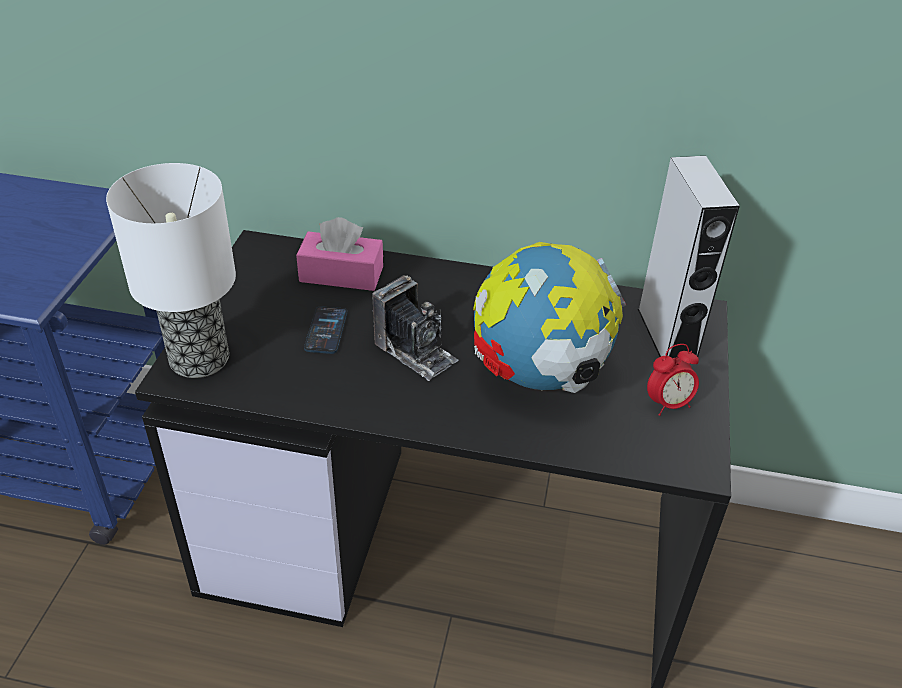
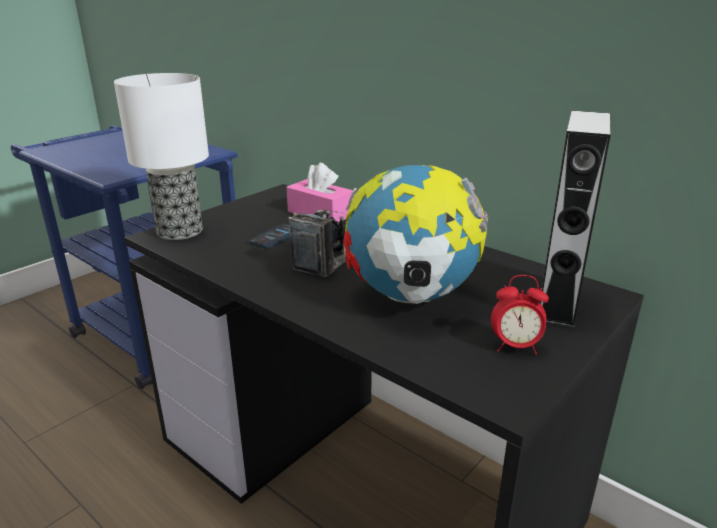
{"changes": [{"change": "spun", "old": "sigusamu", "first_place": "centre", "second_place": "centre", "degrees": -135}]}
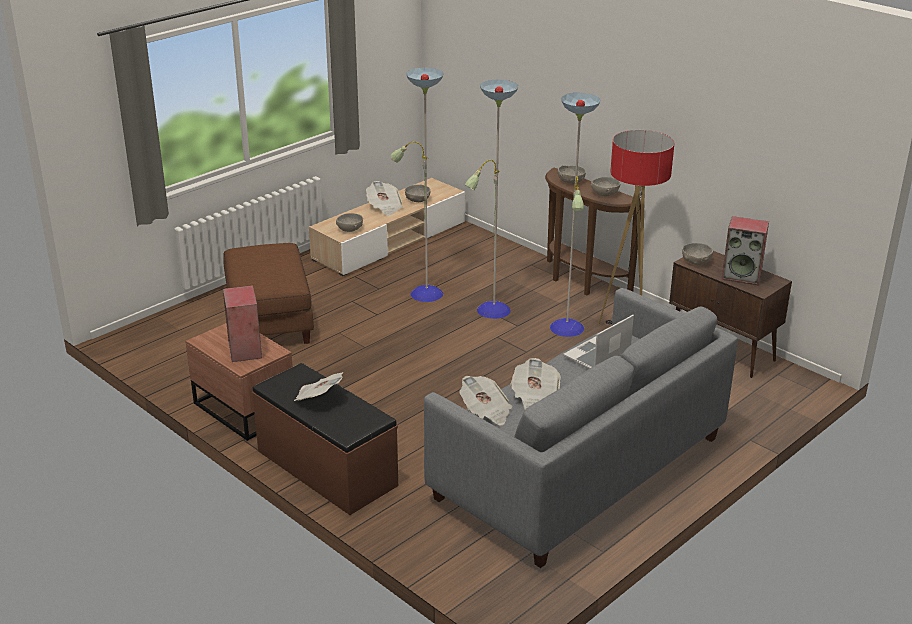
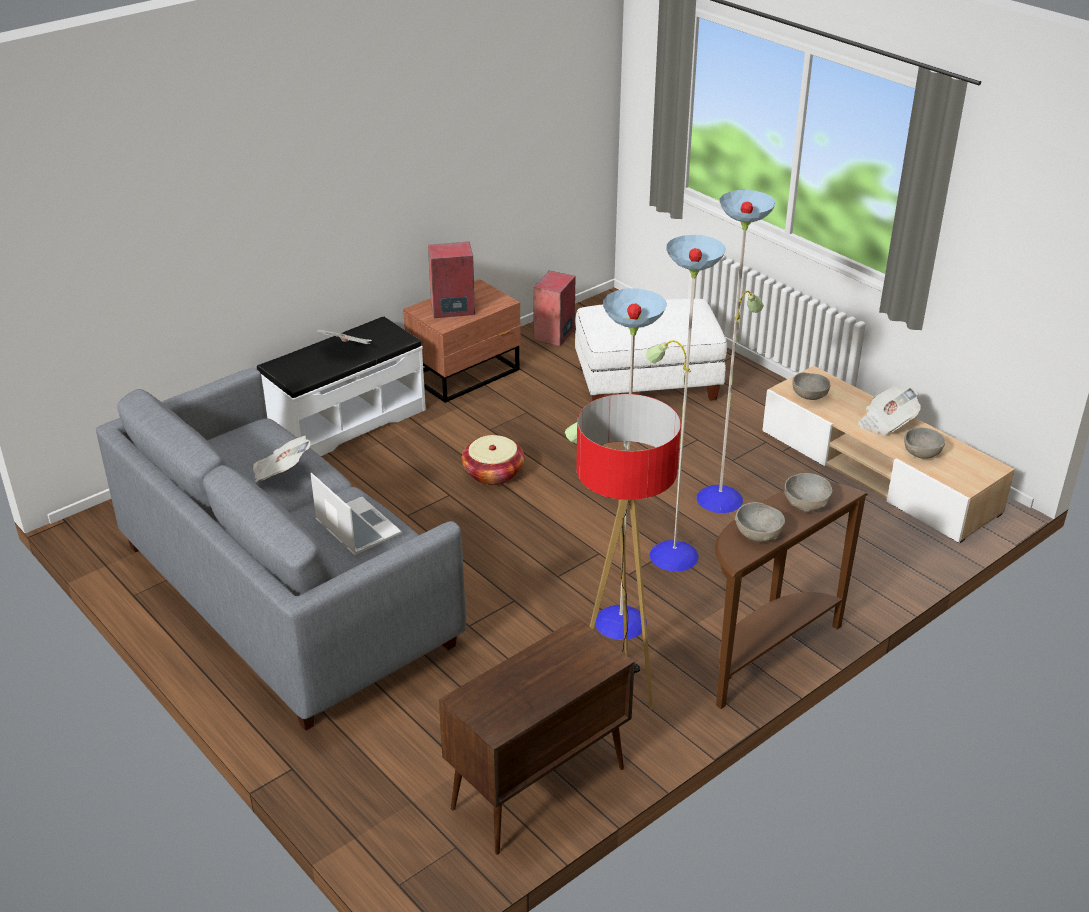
{"changes": [{"change": "relocated", "old": "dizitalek (no. 2 from left)", "first_place": "middle right", "second_place": "centre"}, {"change": "colour", "old": "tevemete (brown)", "new": "tevemete (white)", "first_place": "middle left", "second_place": "centre"}, {"change": "missing", "old": "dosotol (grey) (no. 5 from left)", "first_place": "middle right"}, {"change": "colour", "old": "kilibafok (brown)", "new": "kilibafok (white)", "first_place": "bottom centre", "second_place": "middle left"}, {"change": "missing", "old": "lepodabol (no. 3 from left)", "first_place": "centre"}, {"change": "appeared", "new": "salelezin", "second_place": "centre"}]}
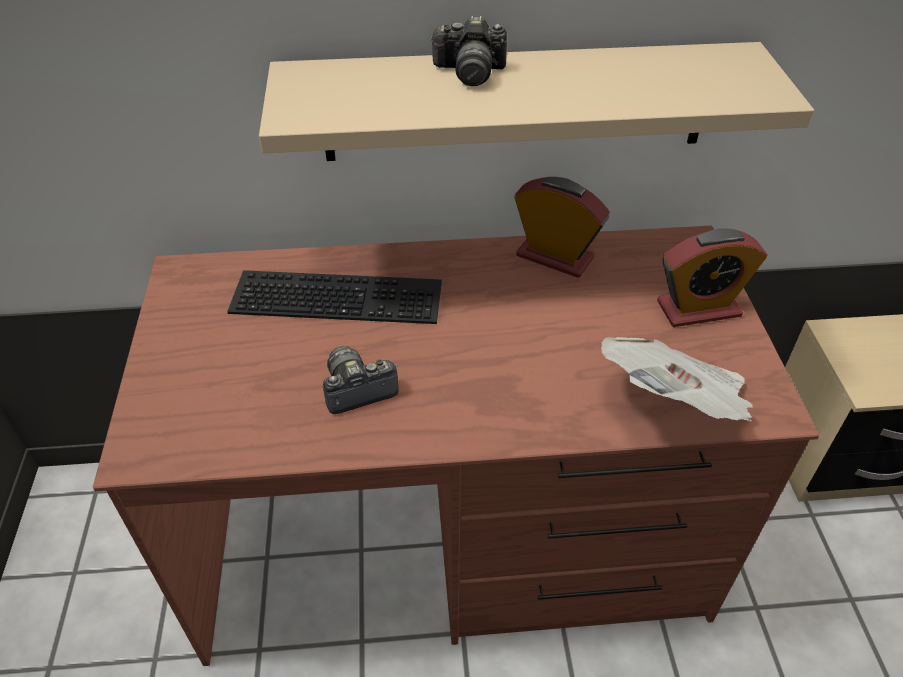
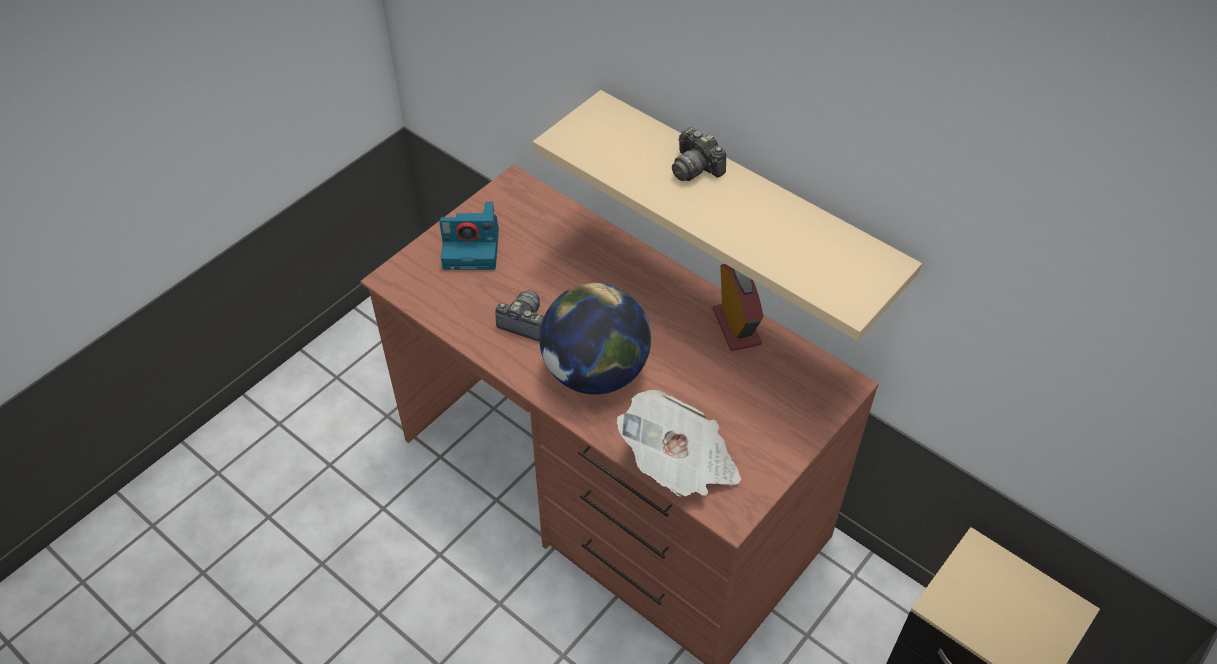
{"changes": [{"change": "missing", "old": "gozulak (no. 2 from left)", "first_place": "middle right"}, {"change": "missing", "old": "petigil", "first_place": "centre"}, {"change": "appeared", "new": "sigusamu (no. 1 from left)", "second_place": "centre"}, {"change": "appeared", "new": "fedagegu", "second_place": "centre"}]}
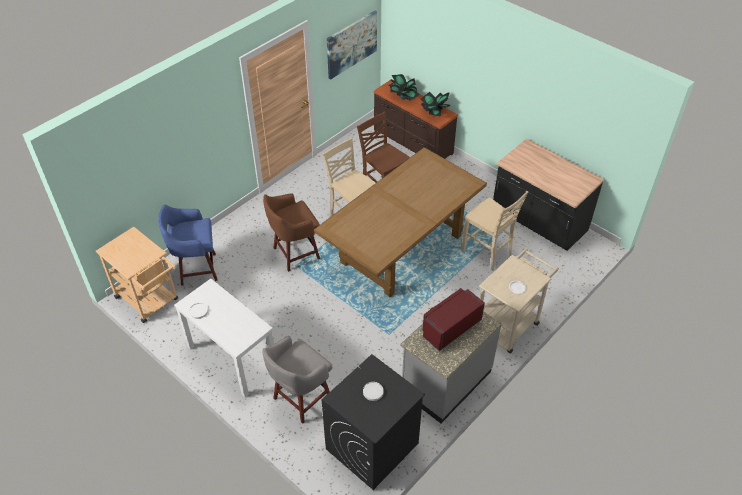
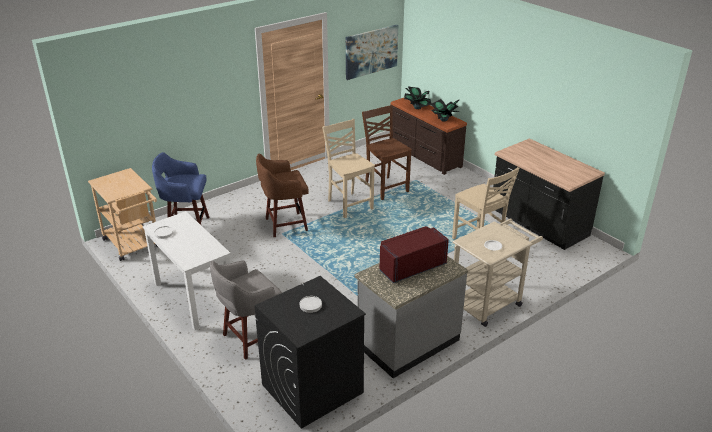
{"changes": [{"change": "missing", "old": "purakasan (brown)", "first_place": "centre"}]}
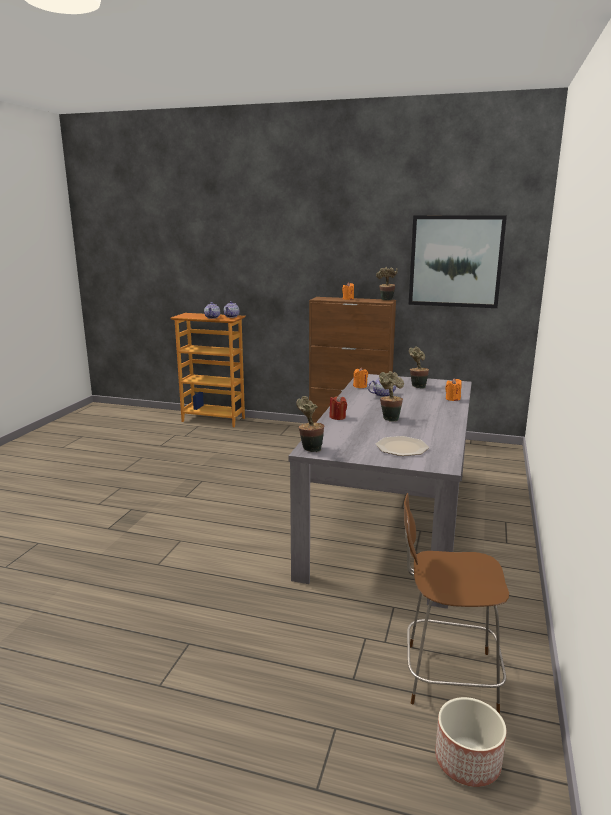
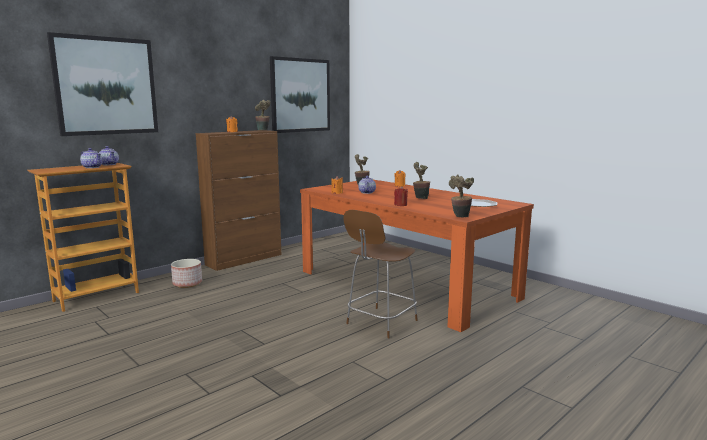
{"changes": [{"change": "colour", "old": "purakasan (grey)", "new": "purakasan (orange)", "first_place": "centre", "second_place": "centre"}, {"change": "relocated", "old": "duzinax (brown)", "first_place": "bottom right", "second_place": "centre"}, {"change": "relocated", "old": "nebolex", "first_place": "bottom right", "second_place": "middle left"}, {"change": "appeared", "new": "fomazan (no. 1 from left)", "second_place": "top left"}]}
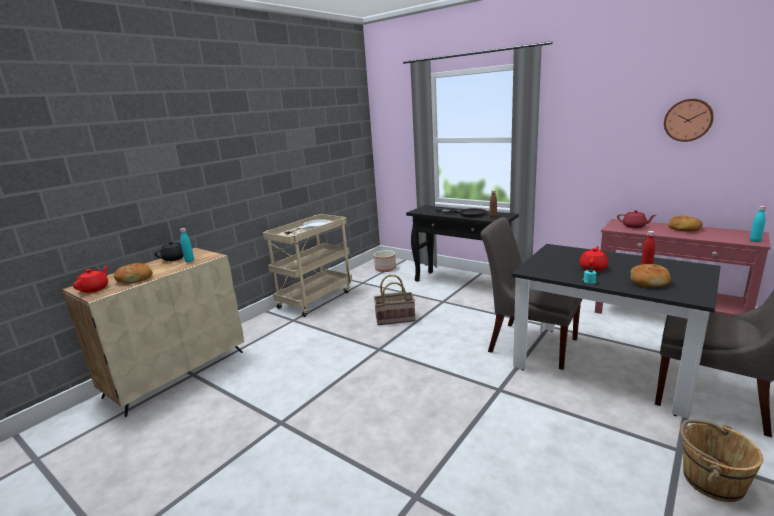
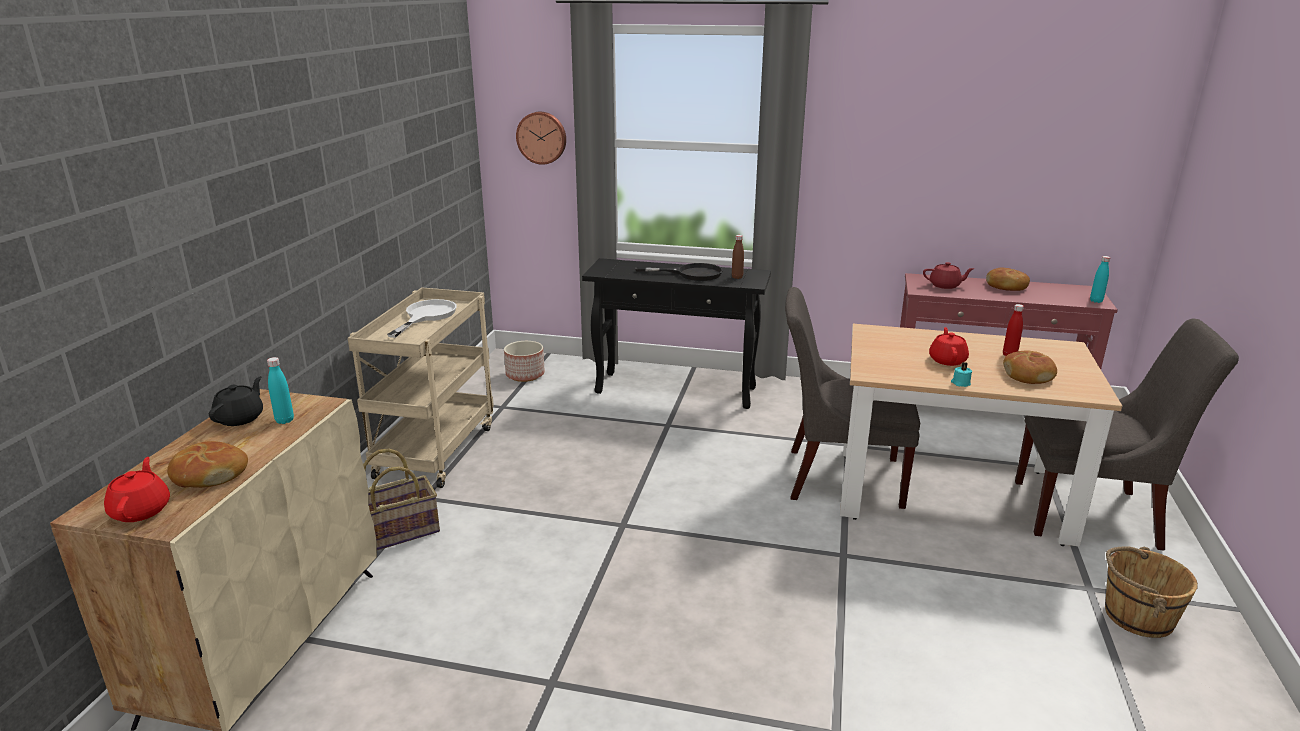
{"changes": [{"change": "relocated", "old": "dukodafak", "first_place": "top right", "second_place": "top centre"}, {"change": "colour", "old": "purakasan (black)", "new": "purakasan (beige)", "first_place": "middle right", "second_place": "middle right"}, {"change": "relocated", "old": "salelezin", "first_place": "centre", "second_place": "bottom left"}]}
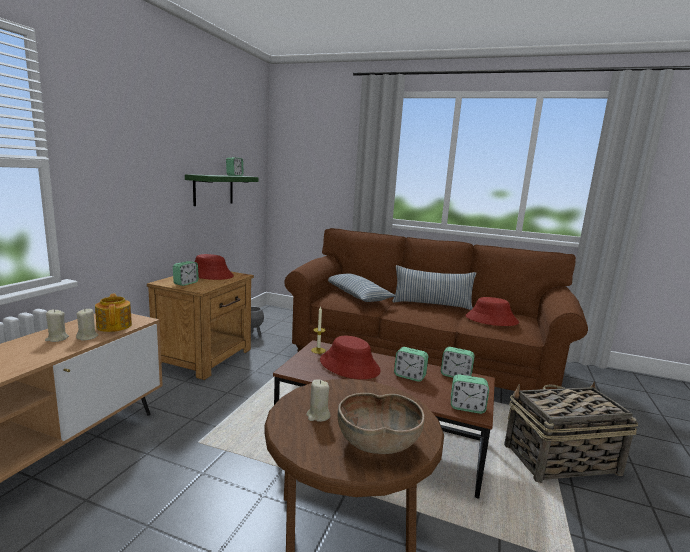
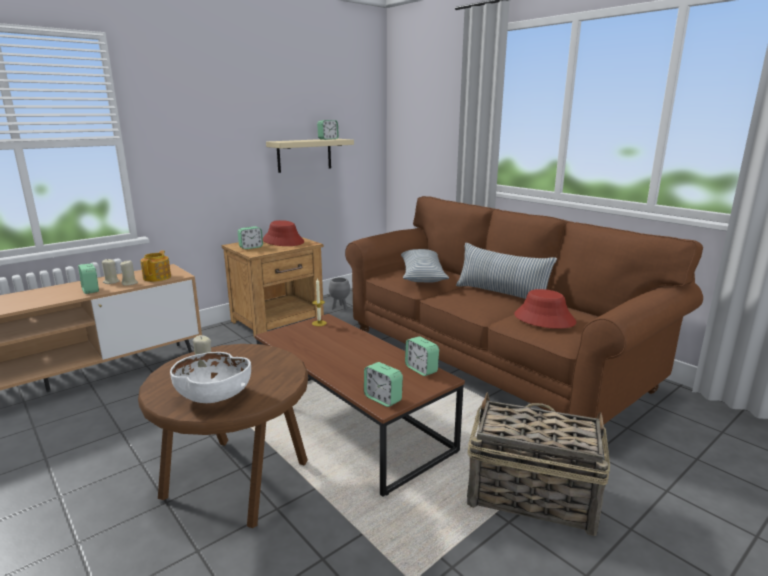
{"changes": [{"change": "colour", "old": "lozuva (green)", "new": "lozuva (beige)", "first_place": "middle left", "second_place": "top centre"}, {"change": "missing", "old": "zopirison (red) (no. 2 from left)", "first_place": "centre"}, {"change": "relocated", "old": "gozulak (no. 3 from left in the first image)", "new": "gozulak (no. 1 from left)", "first_place": "centre", "second_place": "middle left"}, {"change": "colour", "old": "dosotol (brown)", "new": "dosotol (white)", "first_place": "bottom centre", "second_place": "middle left"}]}
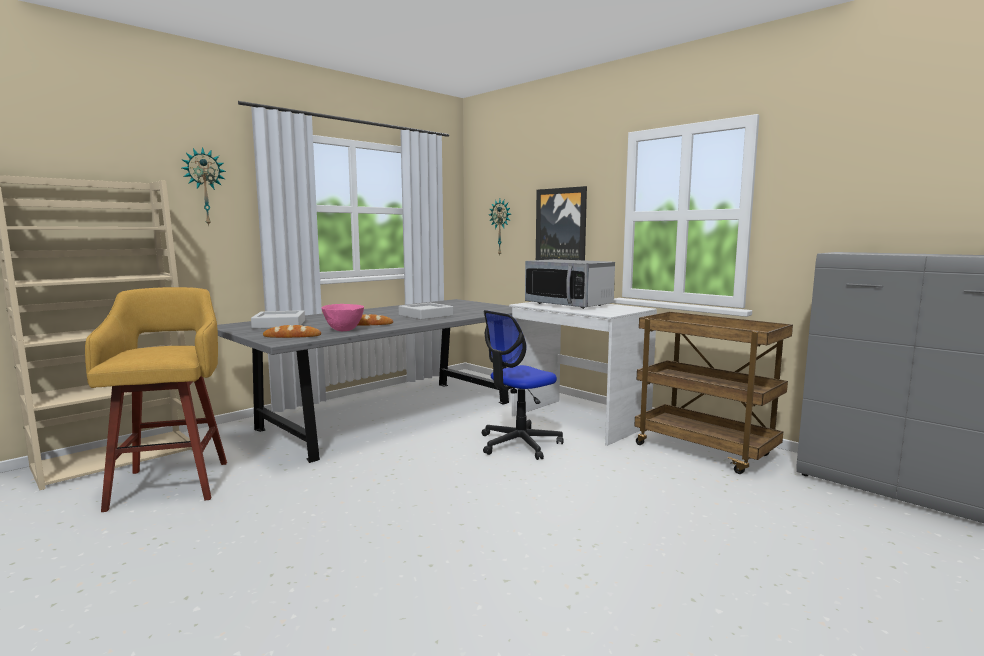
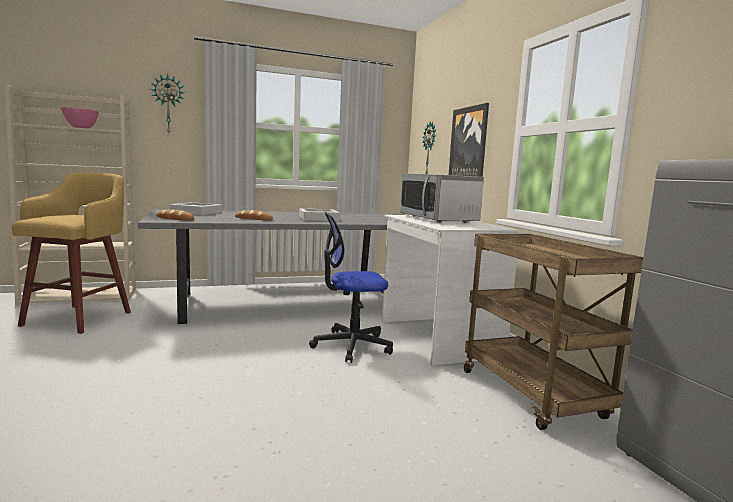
{"changes": [{"change": "relocated", "old": "dosotol (pink)", "first_place": "centre", "second_place": "top left"}]}
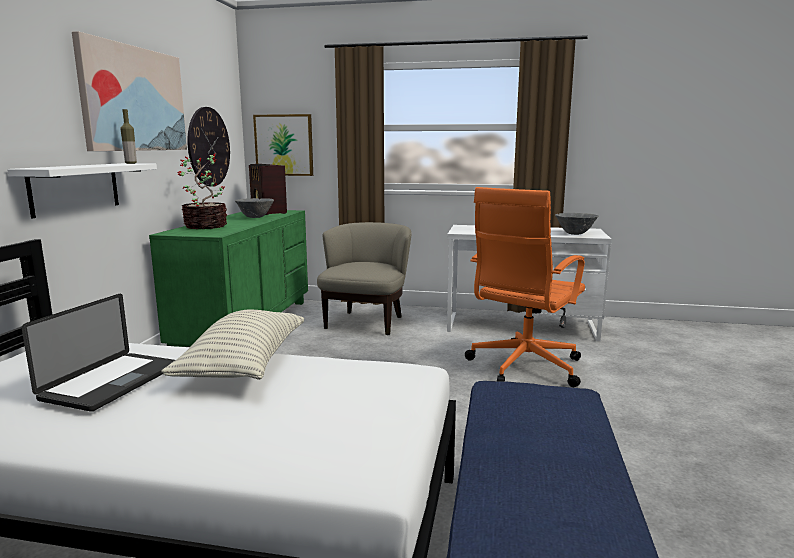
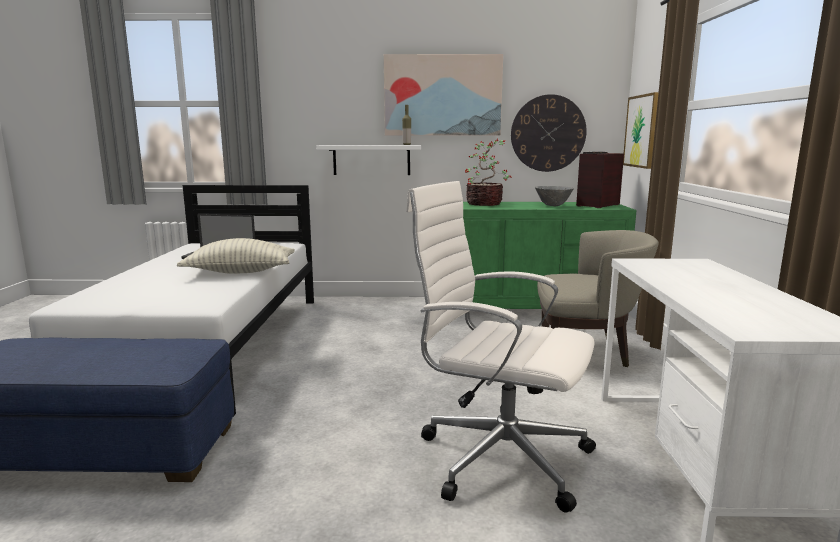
{"changes": [{"change": "colour", "old": "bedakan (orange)", "new": "bedakan (white)", "first_place": "centre", "second_place": "centre"}, {"change": "missing", "old": "dosotol (grey) (no. 2 from left)", "first_place": "middle right"}]}
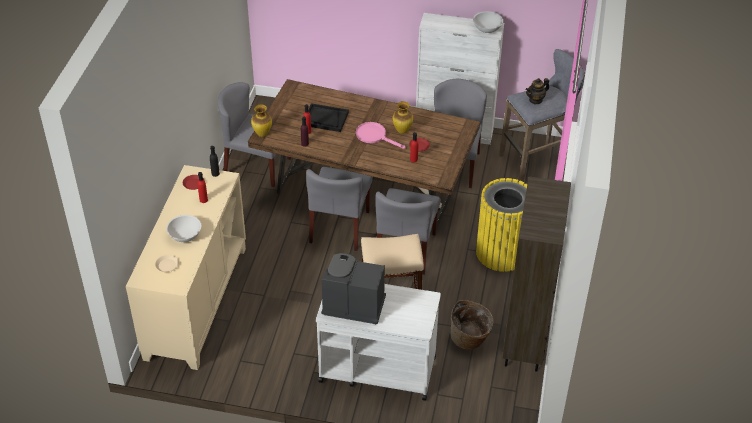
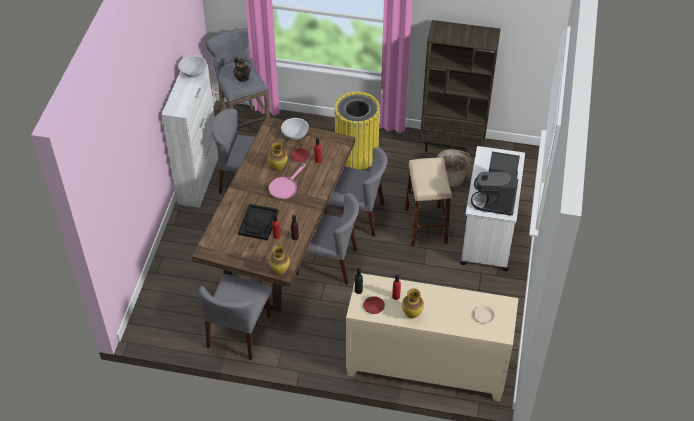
{"changes": [{"change": "relocated", "old": "dosotol (white) (no. 1 from left in the first image)", "new": "dosotol (white) (no. 2 from left)", "first_place": "middle left", "second_place": "top centre"}, {"change": "appeared", "new": "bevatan (no. 3 from left)", "second_place": "bottom centre"}]}
